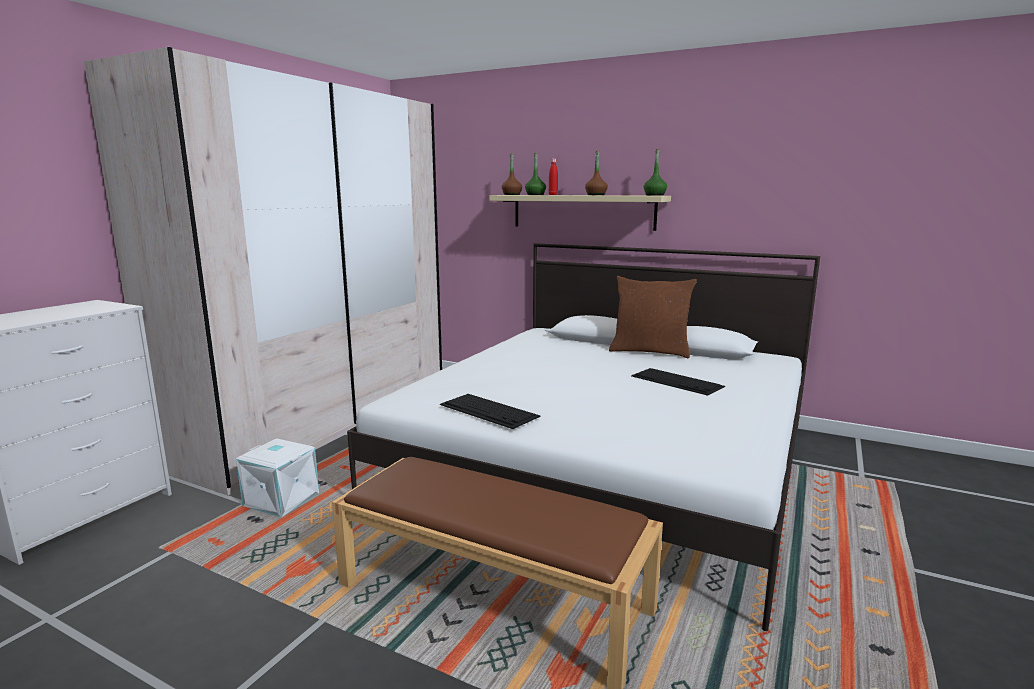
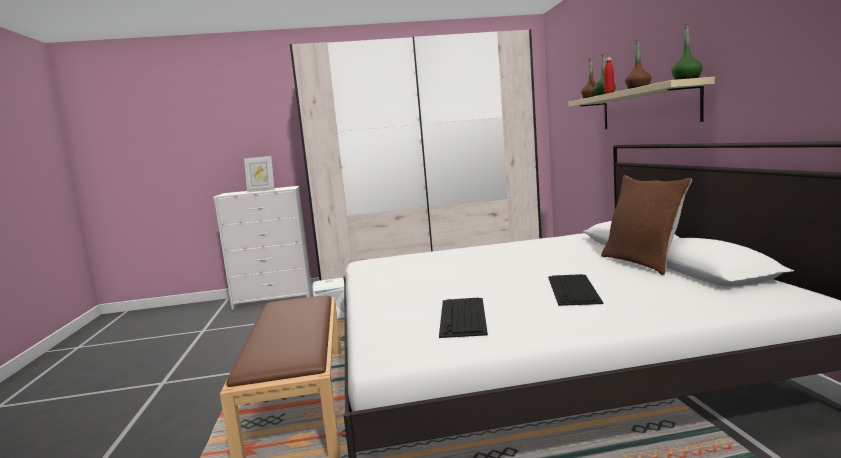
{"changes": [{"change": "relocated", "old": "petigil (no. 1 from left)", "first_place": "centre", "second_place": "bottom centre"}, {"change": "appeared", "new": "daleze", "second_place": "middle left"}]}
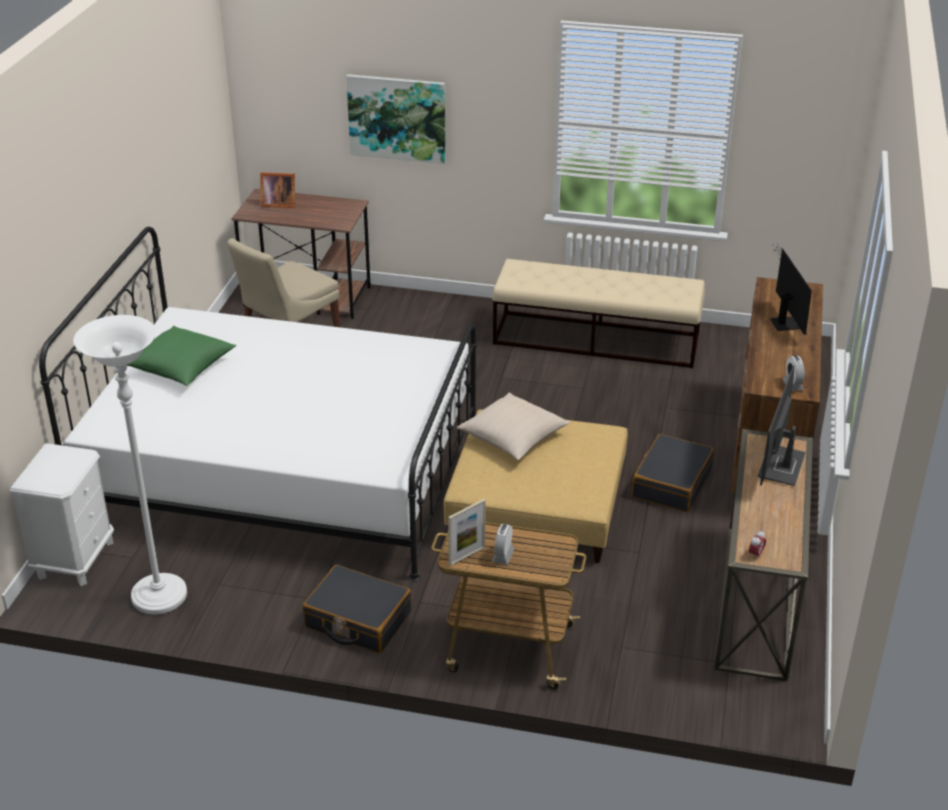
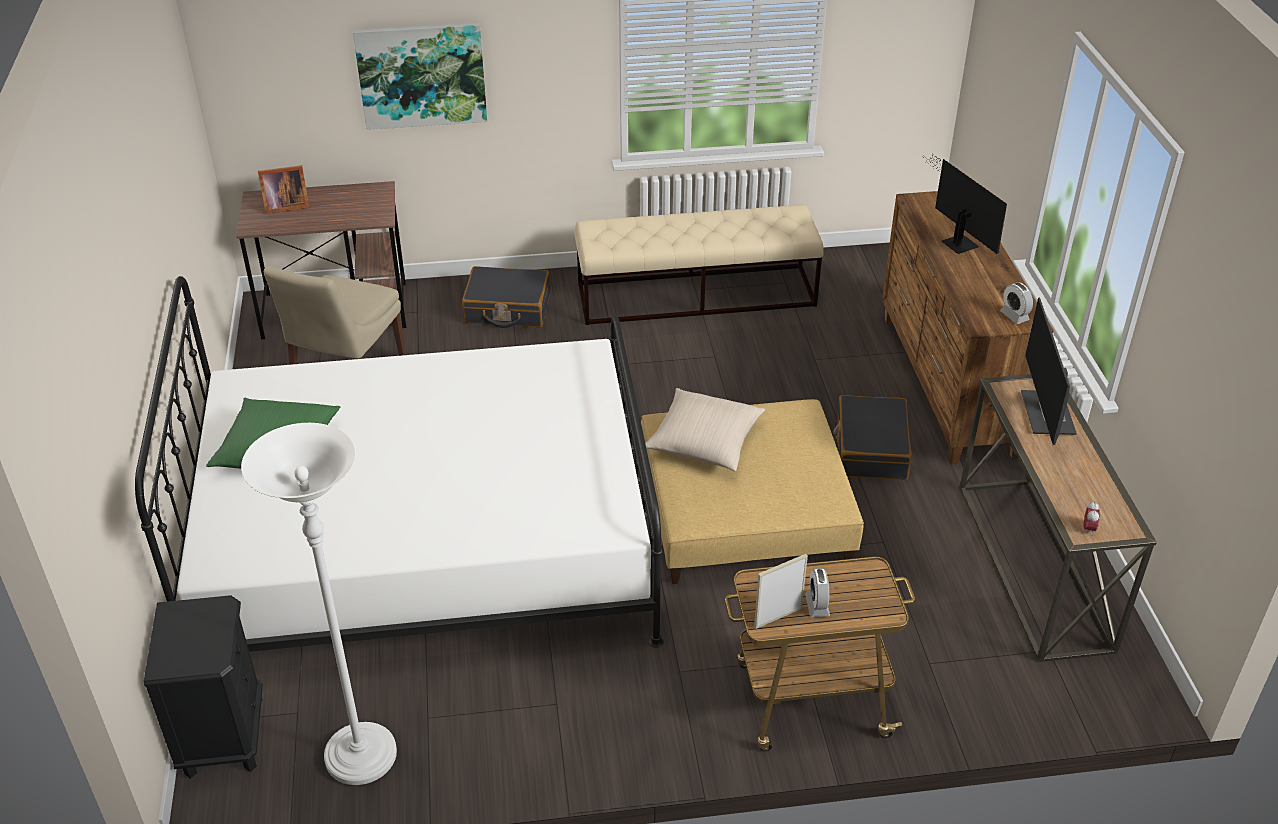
{"changes": [{"change": "colour", "old": "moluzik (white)", "new": "moluzik (black)", "first_place": "middle left", "second_place": "bottom left"}, {"change": "spun", "old": "daleze (no. 2 from left)", "first_place": "centre", "second_place": "bottom centre", "degrees": -150}, {"change": "relocated", "old": "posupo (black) (no. 1 from left)", "first_place": "bottom centre", "second_place": "centre"}]}
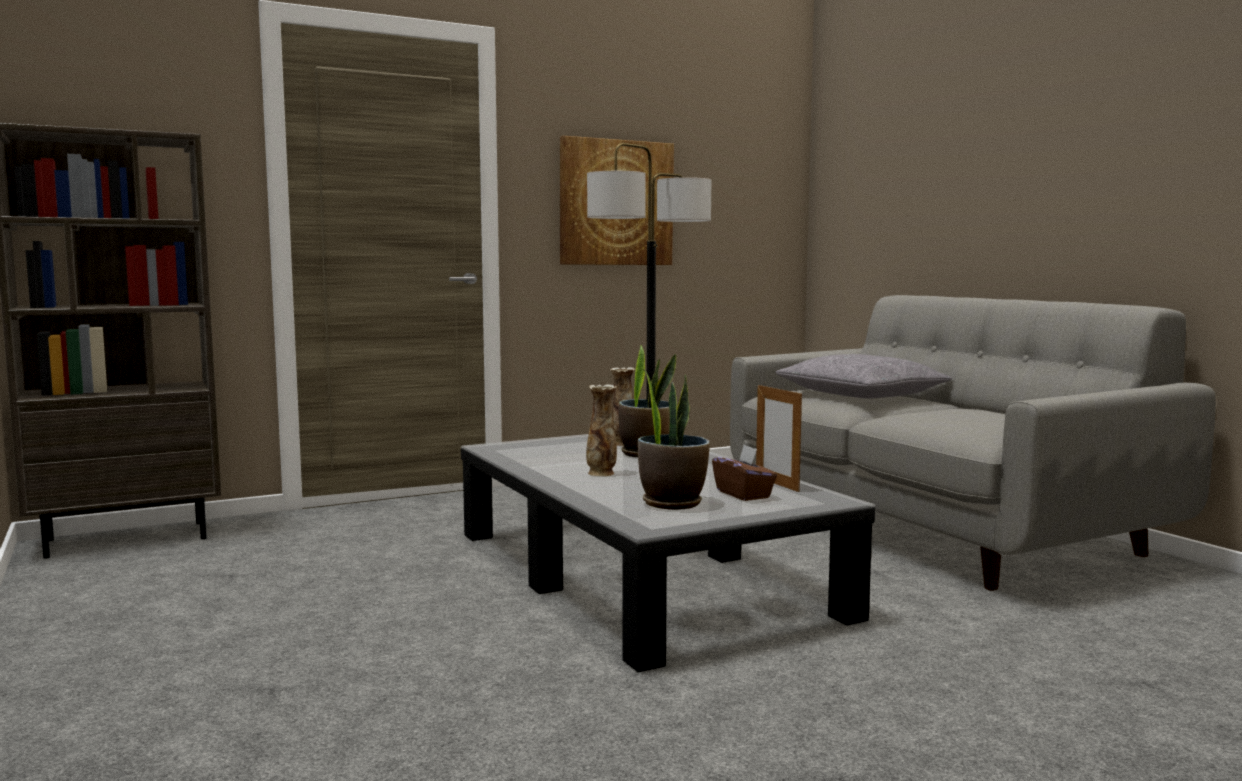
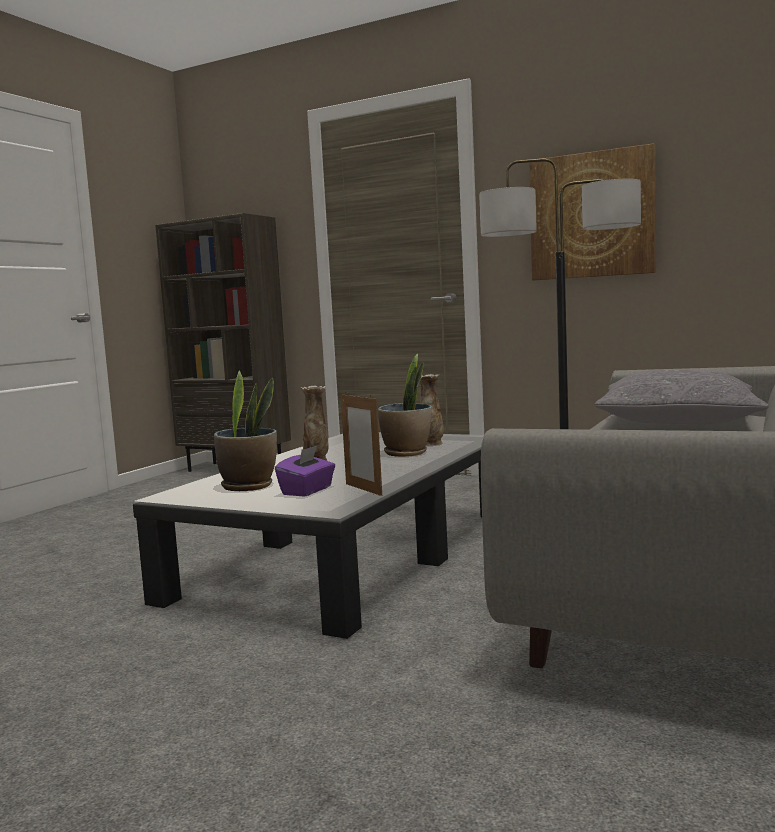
{"changes": [{"change": "spun", "old": "daleze", "first_place": "centre", "second_place": "centre", "degrees": -60}, {"change": "colour", "old": "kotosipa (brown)", "new": "kotosipa (purple)", "first_place": "centre", "second_place": "centre"}]}
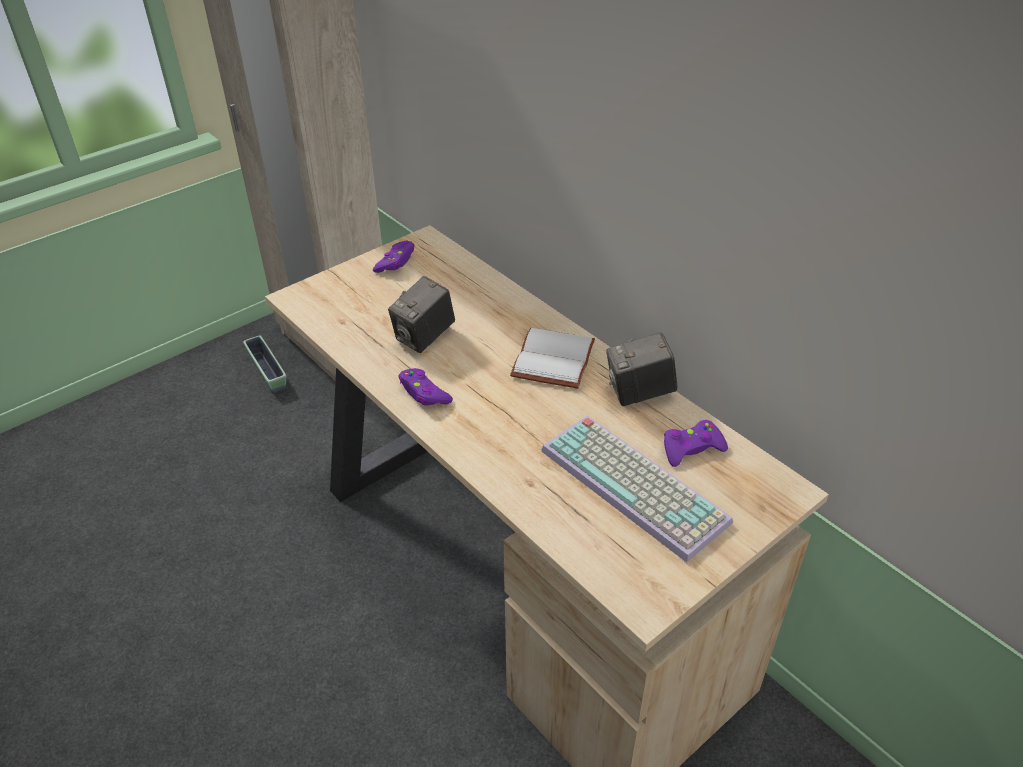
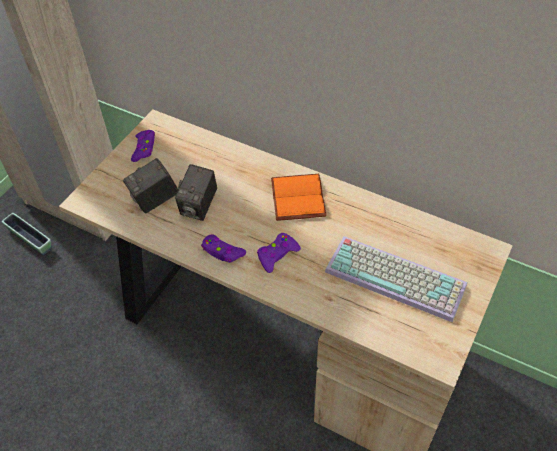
{"changes": [{"change": "colour", "old": "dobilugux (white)", "new": "dobilugux (orange)", "first_place": "centre", "second_place": "centre"}, {"change": "relocated", "old": "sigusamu (no. 2 from left in the first image)", "new": "sigusamu (no. 1 from left)", "first_place": "centre", "second_place": "middle left"}, {"change": "relocated", "old": "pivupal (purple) (no. 3 from left)", "first_place": "middle right", "second_place": "centre"}]}
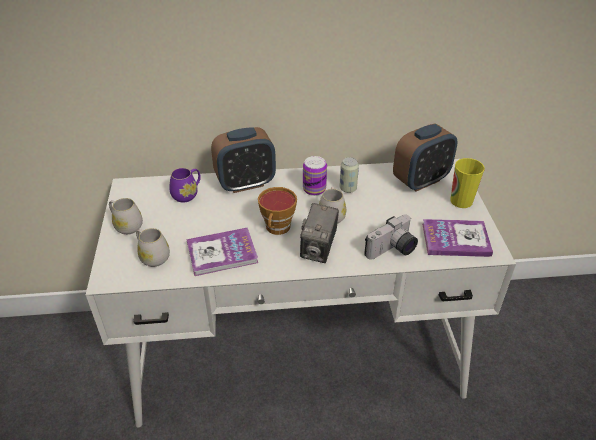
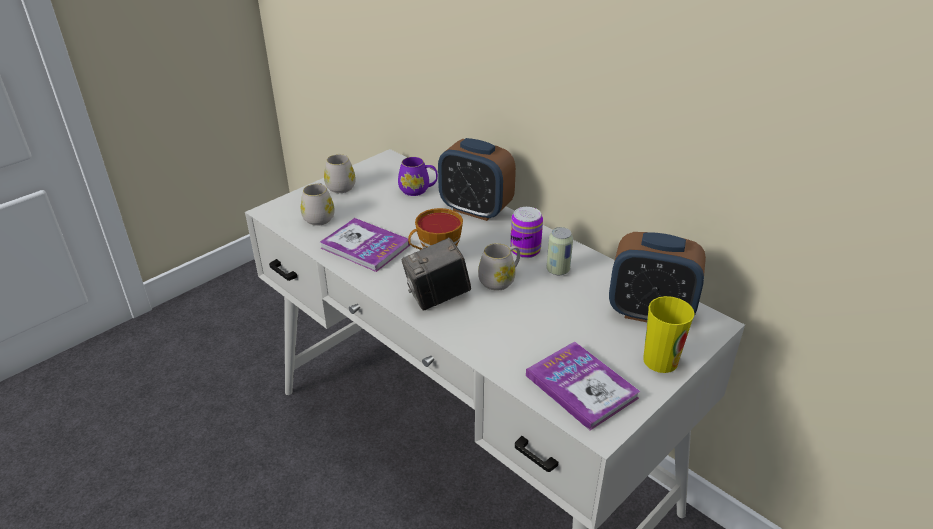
{"changes": [{"change": "missing", "old": "sigusamu (no. 2 from left)", "first_place": "centre"}]}
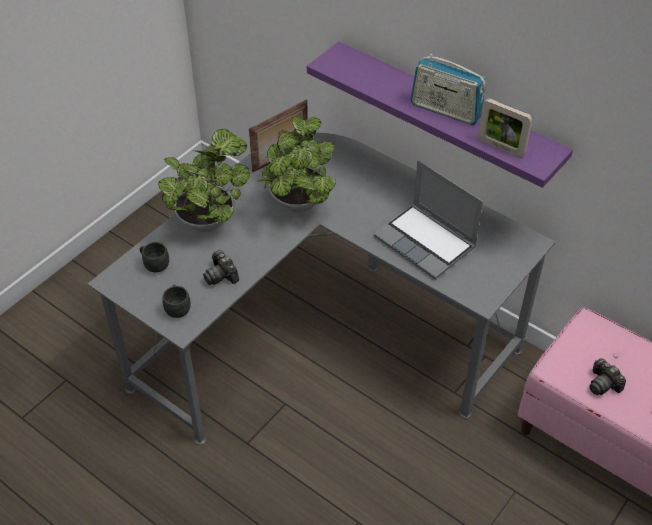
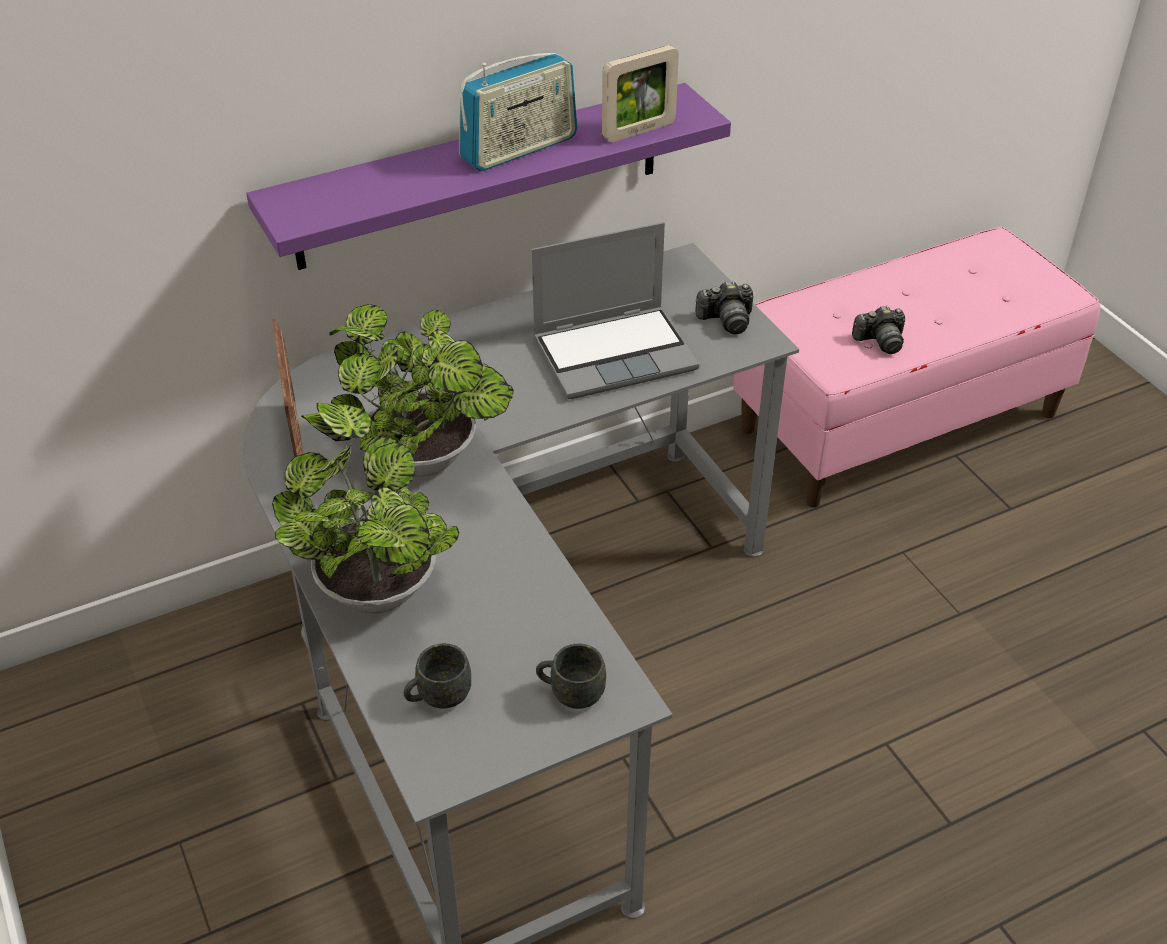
{"changes": [{"change": "relocated", "old": "sigusamu (no. 1 from left)", "first_place": "centre", "second_place": "top centre"}]}
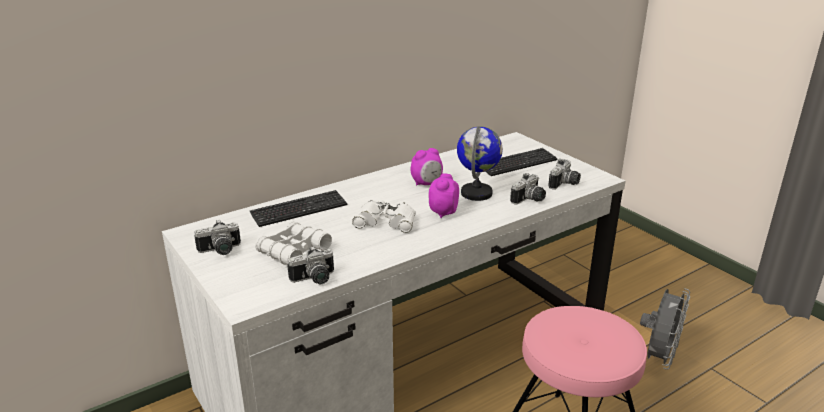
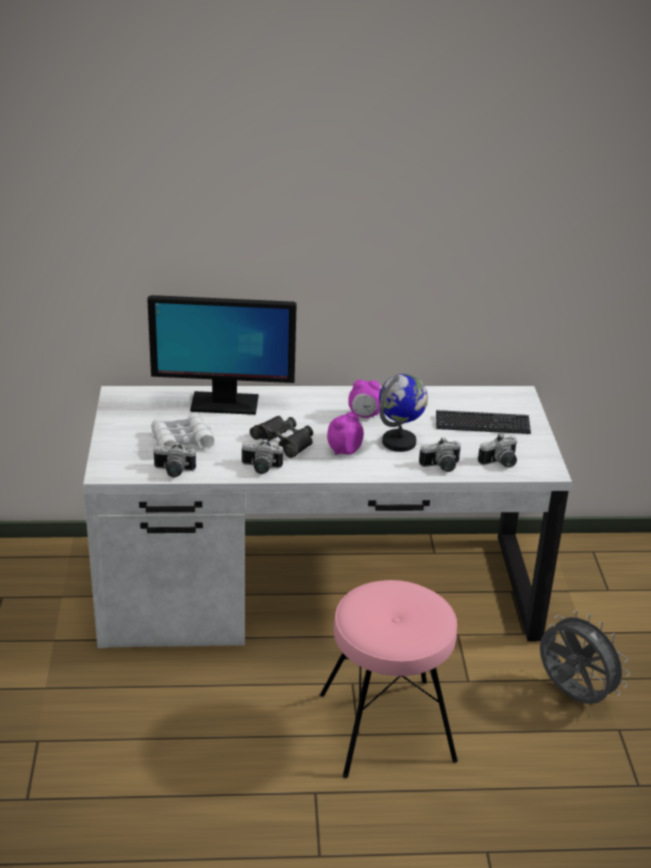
{"changes": [{"change": "exchanged", "old": "petigil (no. 1 from left)", "new": "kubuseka", "first_place": "centre", "second_place": "centre"}, {"change": "colour", "old": "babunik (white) (no. 2 from left)", "new": "babunik (black)", "first_place": "centre", "second_place": "centre"}, {"change": "relocated", "old": "sigusamu (no. 1 from left in the first image)", "new": "sigusamu (no. 2 from left)", "first_place": "middle left", "second_place": "centre"}, {"change": "spun", "old": "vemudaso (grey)", "first_place": "bottom right", "second_place": "bottom right", "degrees": -105}]}
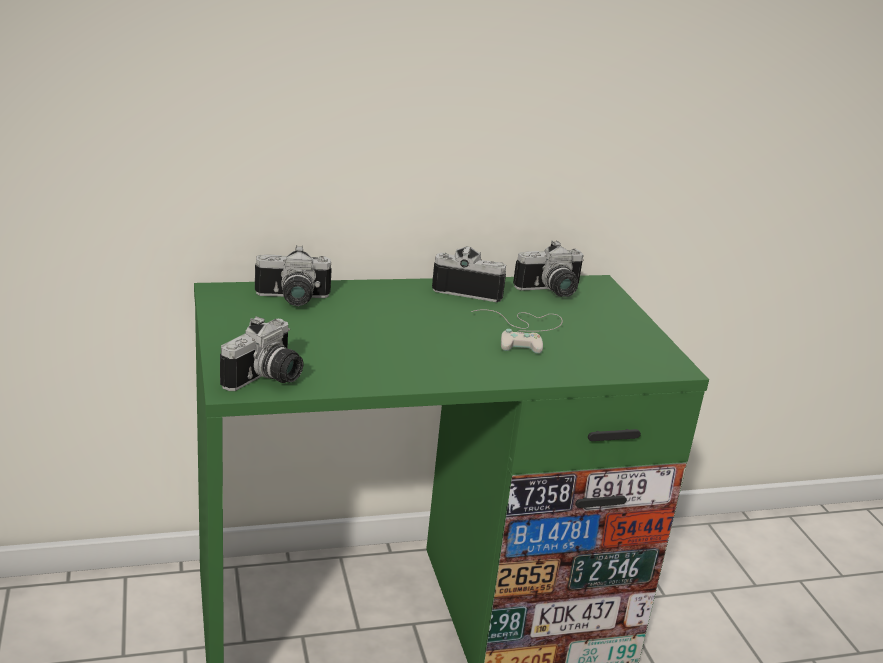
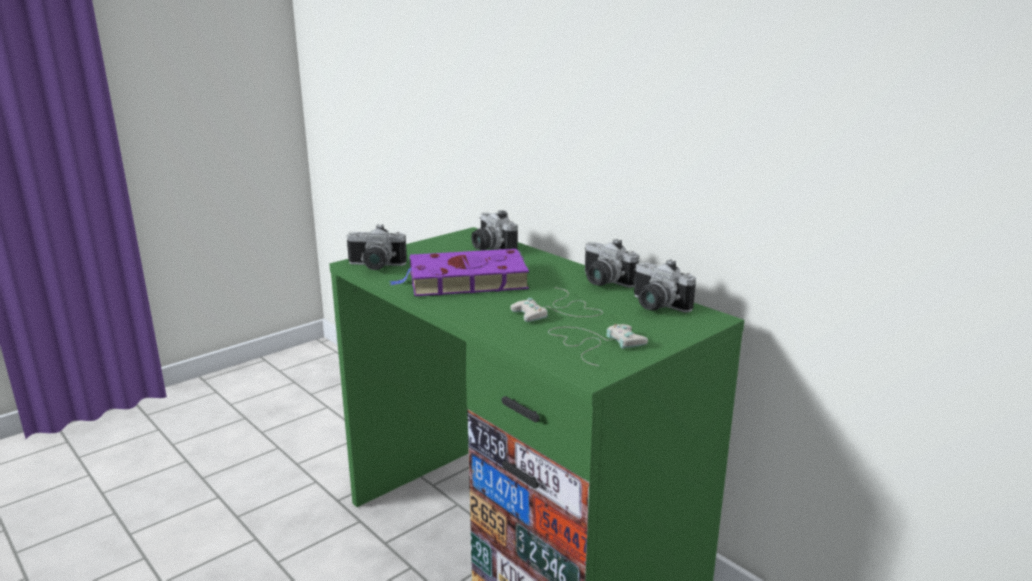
{"changes": [{"change": "spun", "old": "sigusamu (no. 3 from left)", "first_place": "centre", "second_place": "centre", "degrees": 150}, {"change": "appeared", "new": "dobilugux (purple)", "second_place": "centre"}, {"change": "appeared", "new": "pivupal (white) (no. 2 from left)", "second_place": "centre"}]}
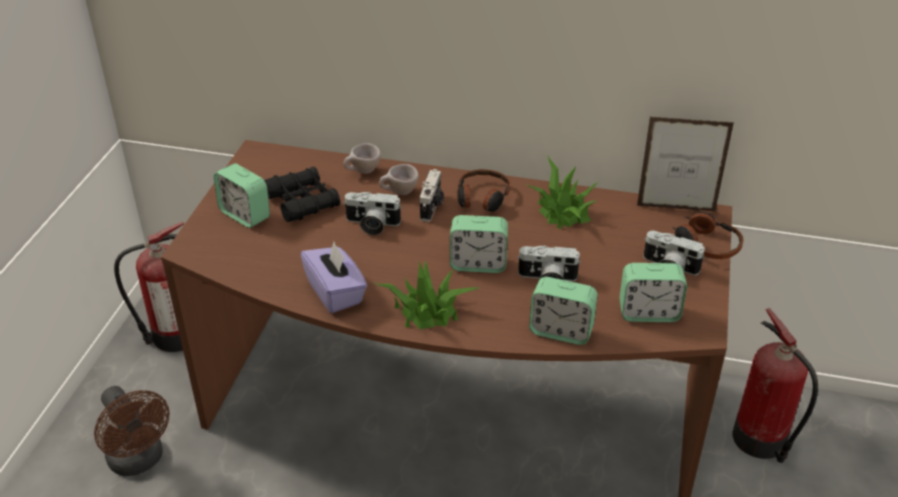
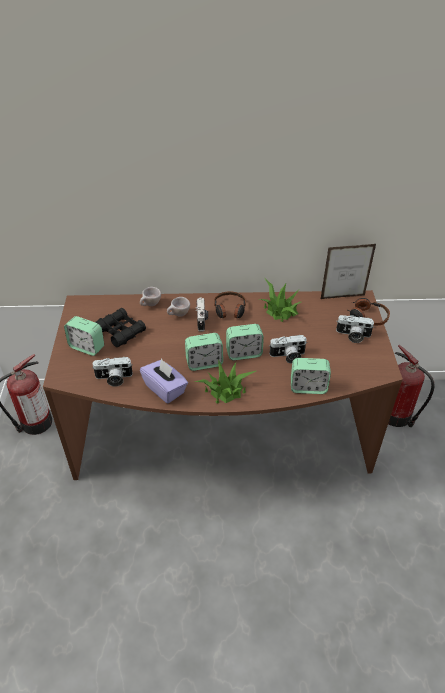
{"changes": [{"change": "relocated", "old": "sigusamu (no. 1 from left)", "first_place": "centre", "second_place": "middle left"}, {"change": "relocated", "old": "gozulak (no. 4 from left in the first image)", "new": "gozulak (no. 2 from left)", "first_place": "middle right", "second_place": "centre"}, {"change": "missing", "old": "vemudaso (brown)", "first_place": "bottom left"}]}
